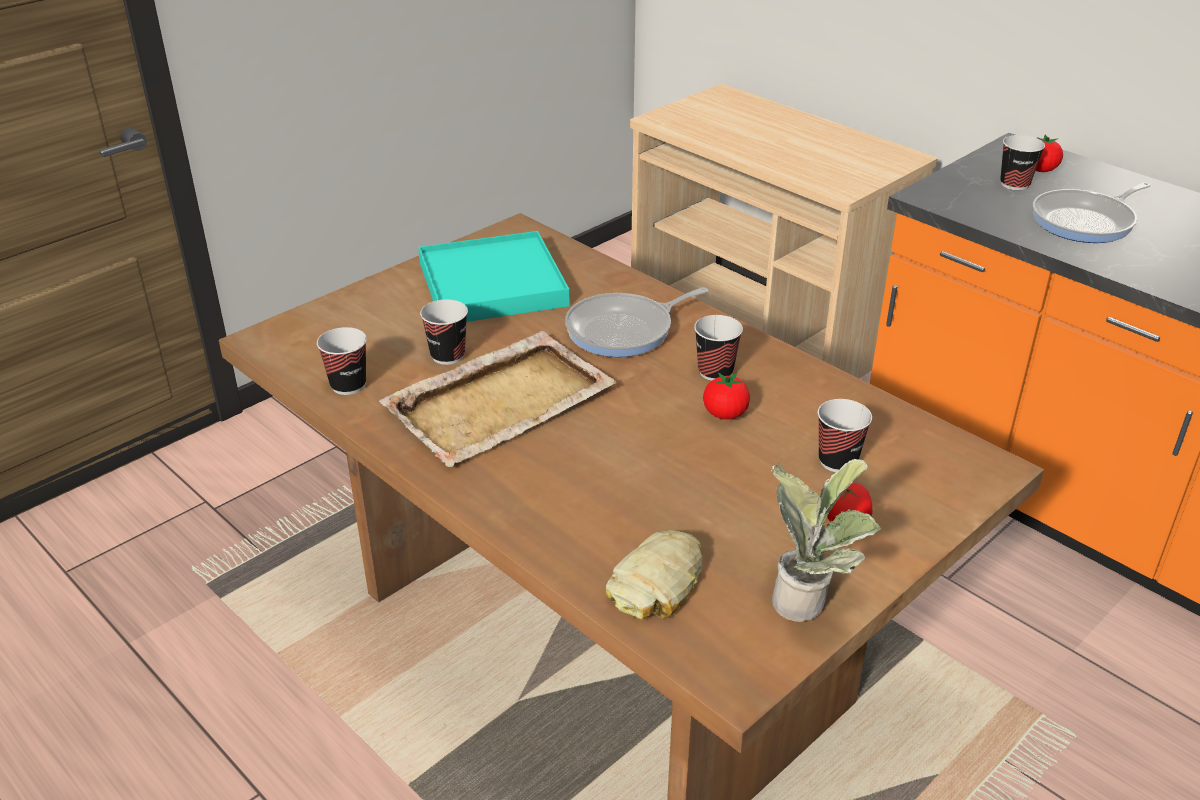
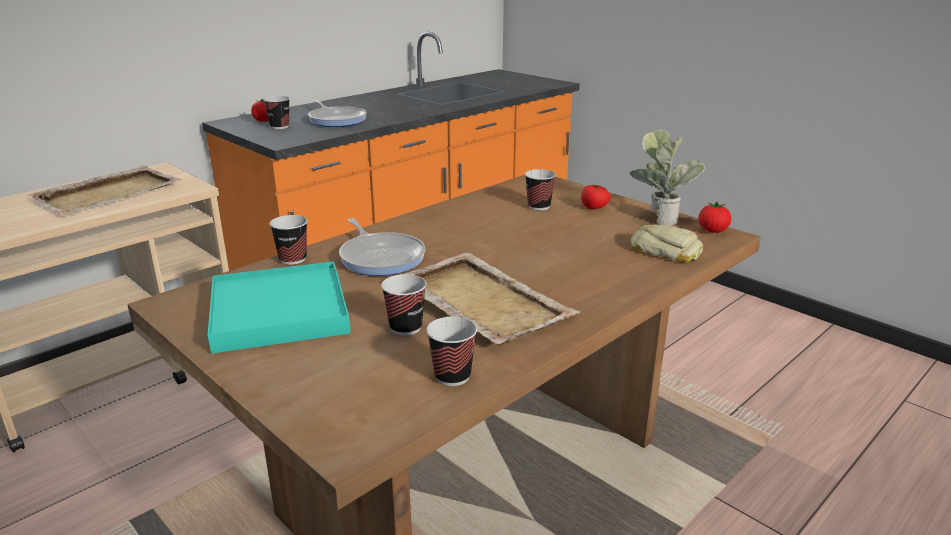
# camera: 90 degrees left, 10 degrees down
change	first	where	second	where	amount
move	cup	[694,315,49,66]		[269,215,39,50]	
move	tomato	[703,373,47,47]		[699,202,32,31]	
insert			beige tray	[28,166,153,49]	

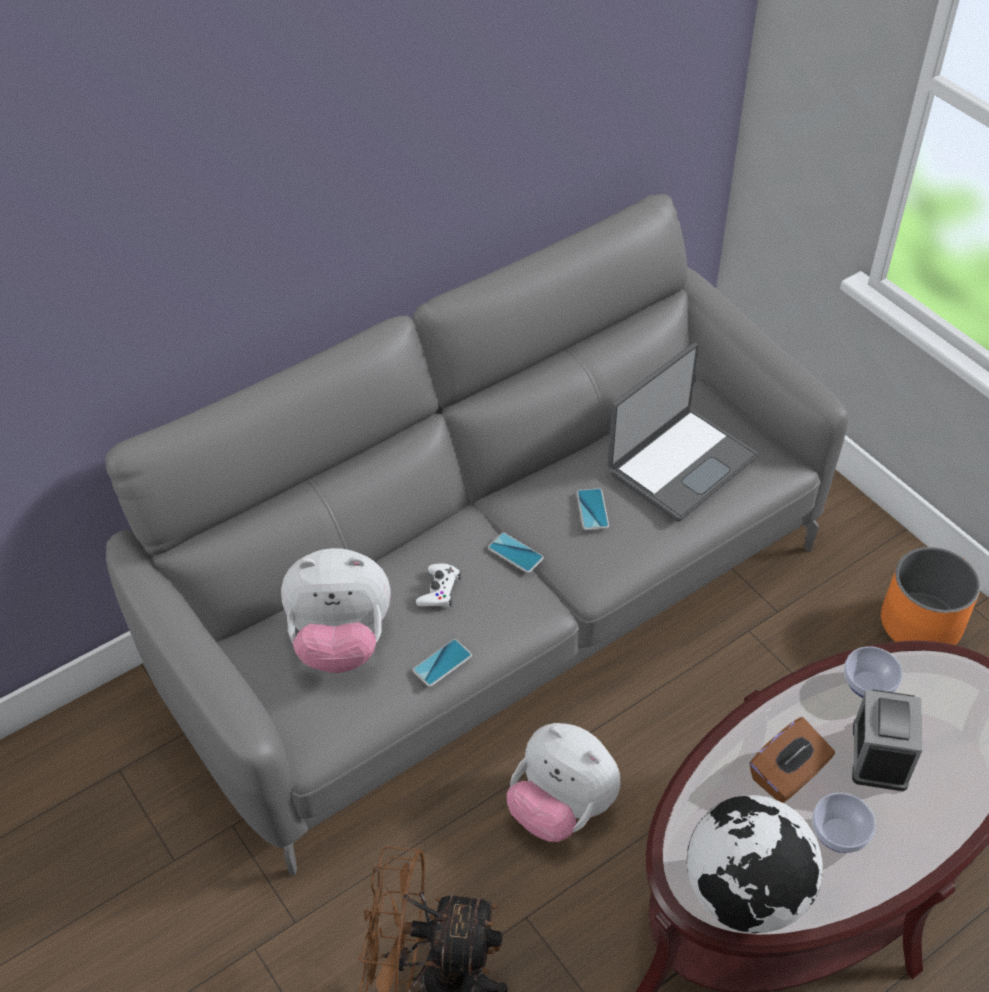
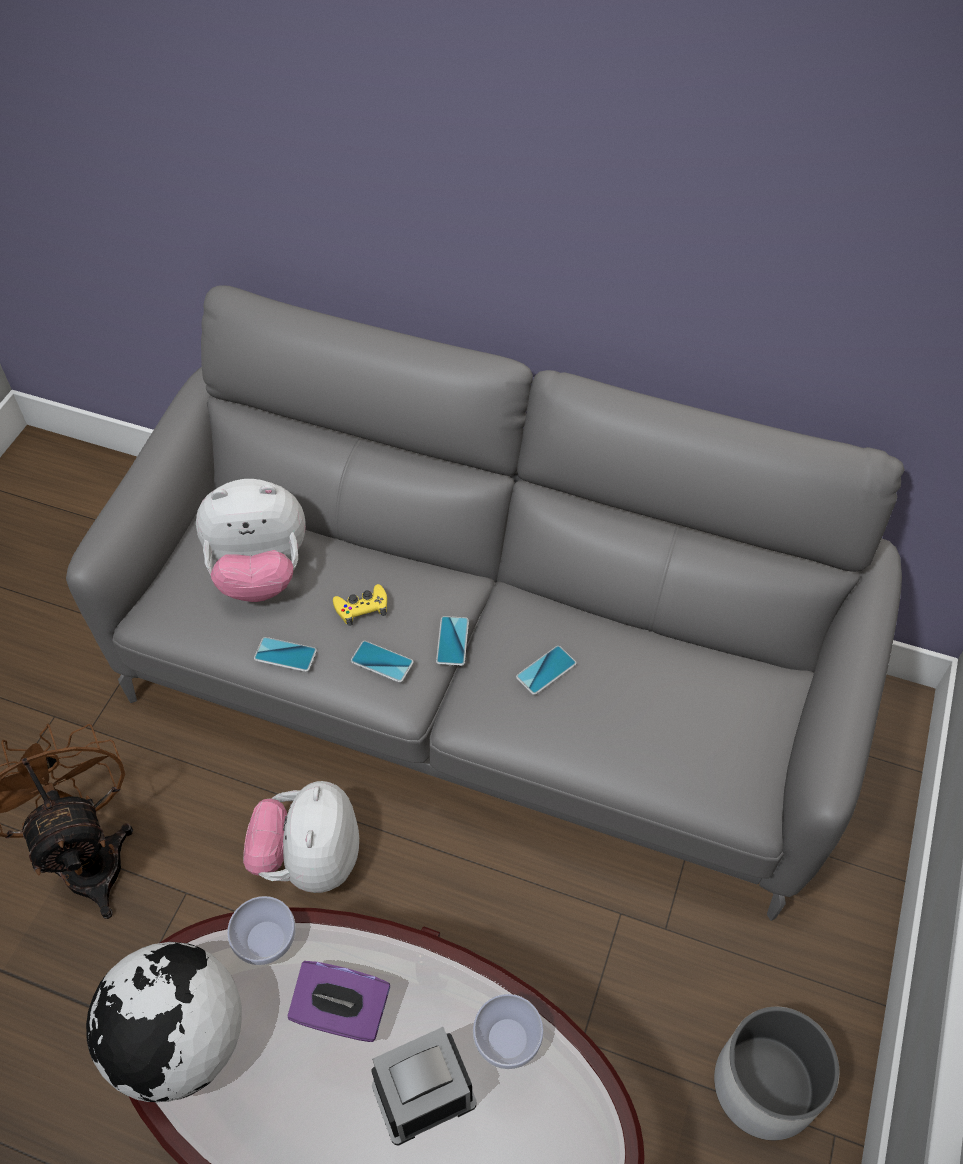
# camera: 55 degrees right, 5 degrees up
change	first	where	second	where	amount
rotate	plush toy	[281,548,110,125]		[196,479,110,123]	60 degrees counterclockwise
recolor	white game controller	[416,564,45,43]	yellow game controller	[333,584,54,42]	
delete	laptop	[608,343,150,179]			
recolor	brown tissue box	[749,717,86,86]	purple tissue box	[287,961,103,81]	
move	bowl	[812,793,64,60]		[227,896,69,69]	
recolor	orange planter	[881,547,99,98]	white planter	[714,1007,125,133]	
insert			phone	[351,641,63,42]	

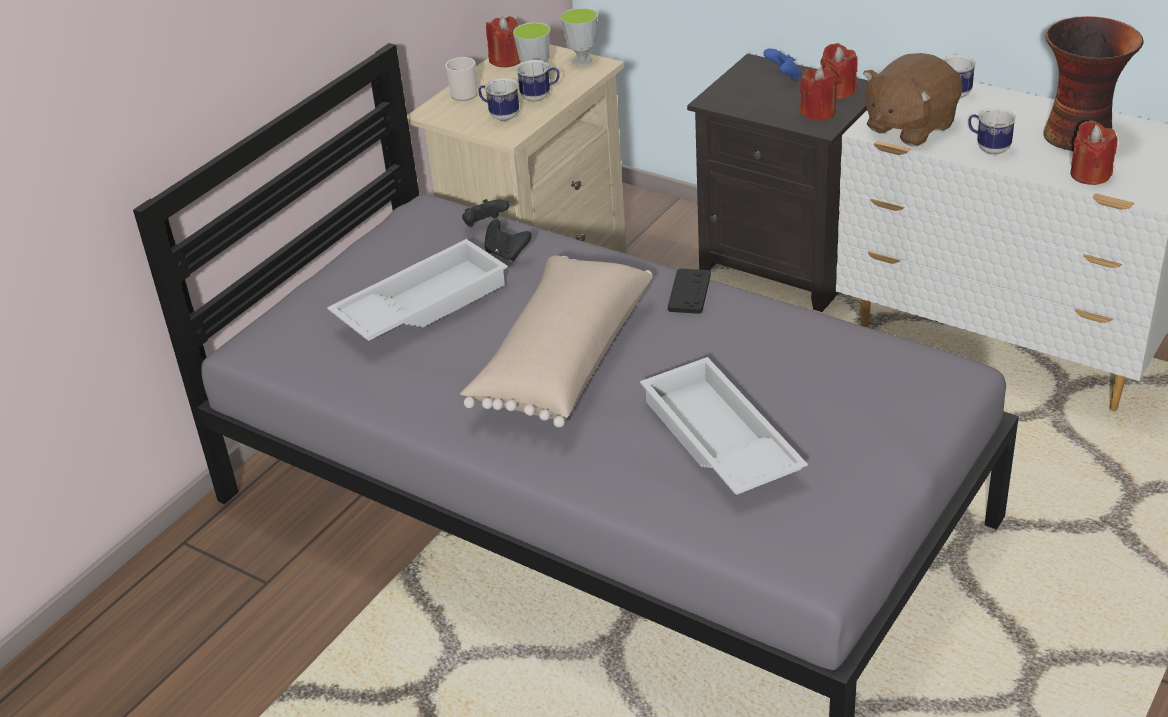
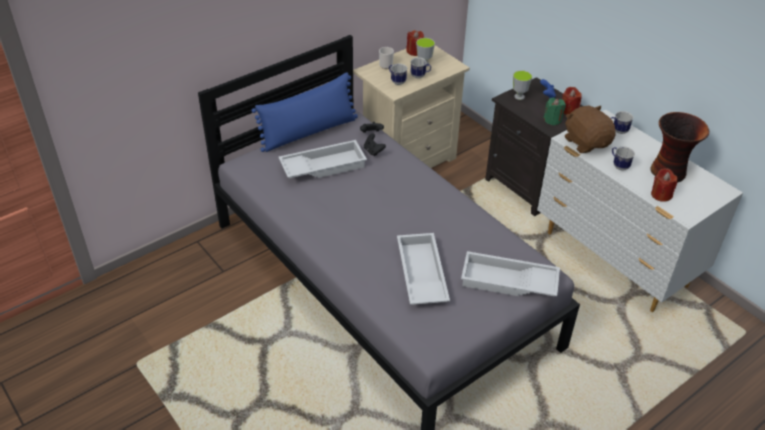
# camera: 15 degrees right, 5 degrees up
change	first	where	second	where	amount
delete	beige pillow	[460,256,193,171]			
move	cup	[561,8,37,57]		[513,70,19,30]	
delete	black game controller	[668,269,43,45]			
recolor	red candle	[800,67,38,54]	green candle	[544,98,22,27]	
rotate	brown plush toy	[863,53,100,93]		[565,106,51,47]	90 degrees clockwise
insert			blue pillow	[251,73,107,79]	
insert			white tray	[461,251,99,45]	

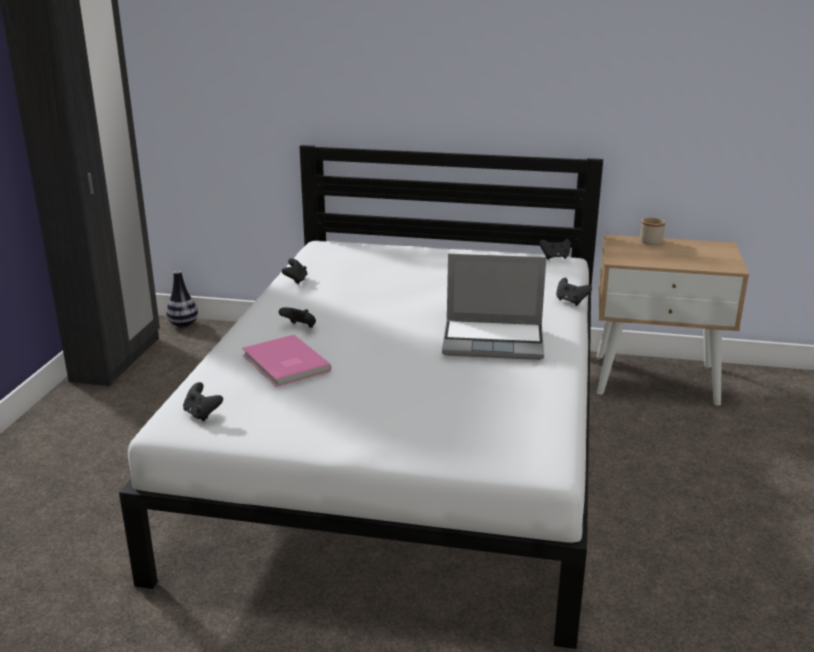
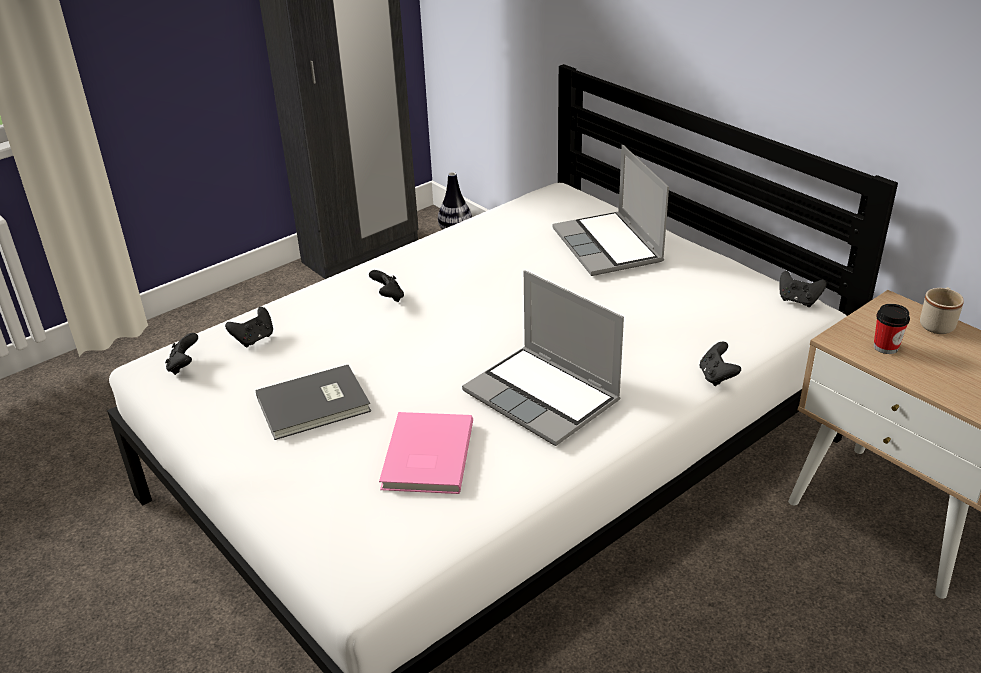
# camera: 40 degrees right, 10 degrees up
change	first	where	second	where	amount
move	pink book	[242,335,89,52]		[379,412,94,82]	
move	black game controller	[282,258,25,26]		[225,307,48,41]	
insert			grey book	[256,365,115,75]	
insert			laptop	[552,145,117,131]	
insert			cup	[874,304,36,50]	

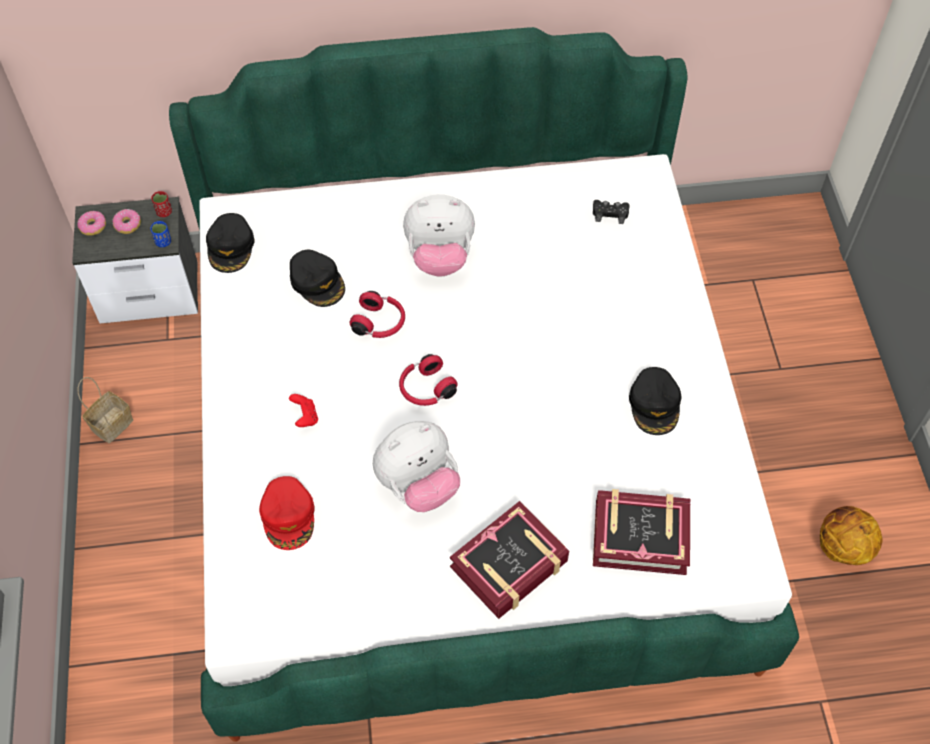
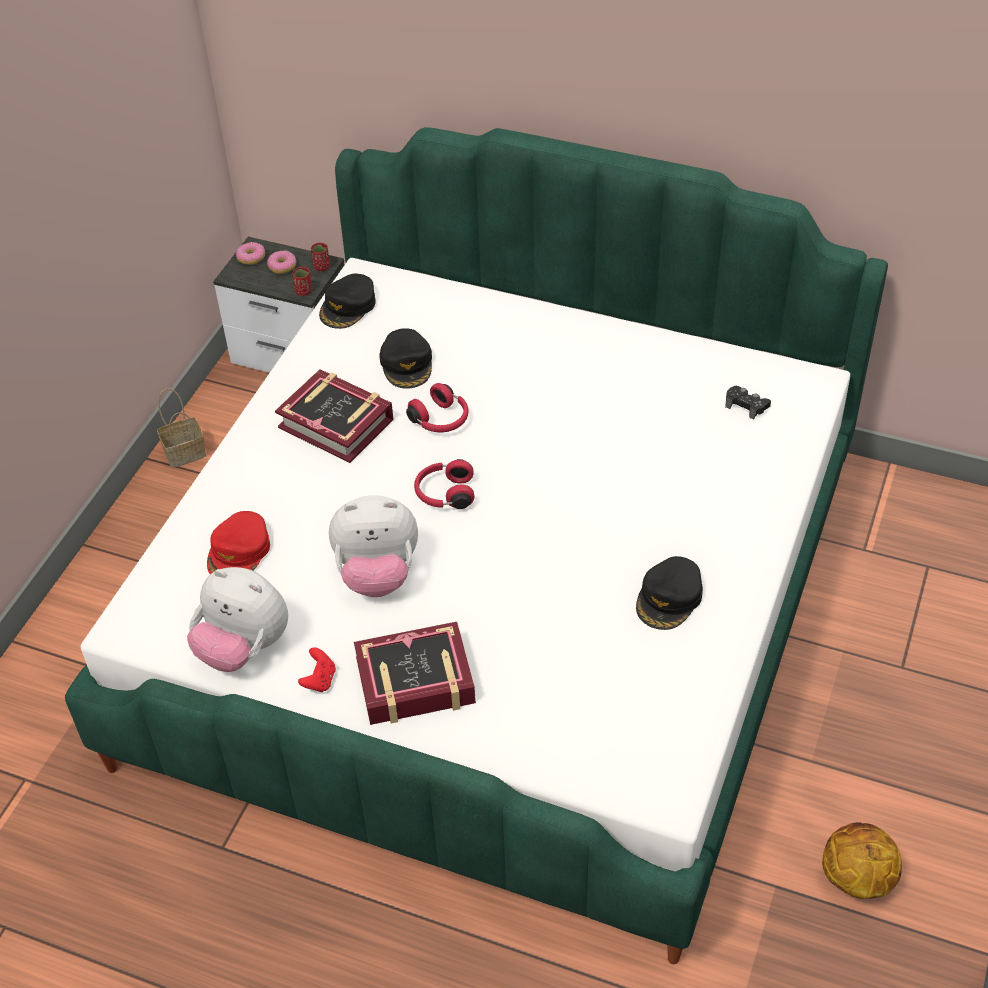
# camera: 30 degrees right, 10 degrees down
change	first	where	second	where	amount
recolor	blue cup	[150,221,21,26]	red cup	[292,267,20,29]	
move	red game controller	[289,394,29,33]		[298,647,38,45]	
move	plush toy	[403,194,72,83]		[187,567,101,105]	
move	book	[593,489,97,86]		[275,369,119,94]	

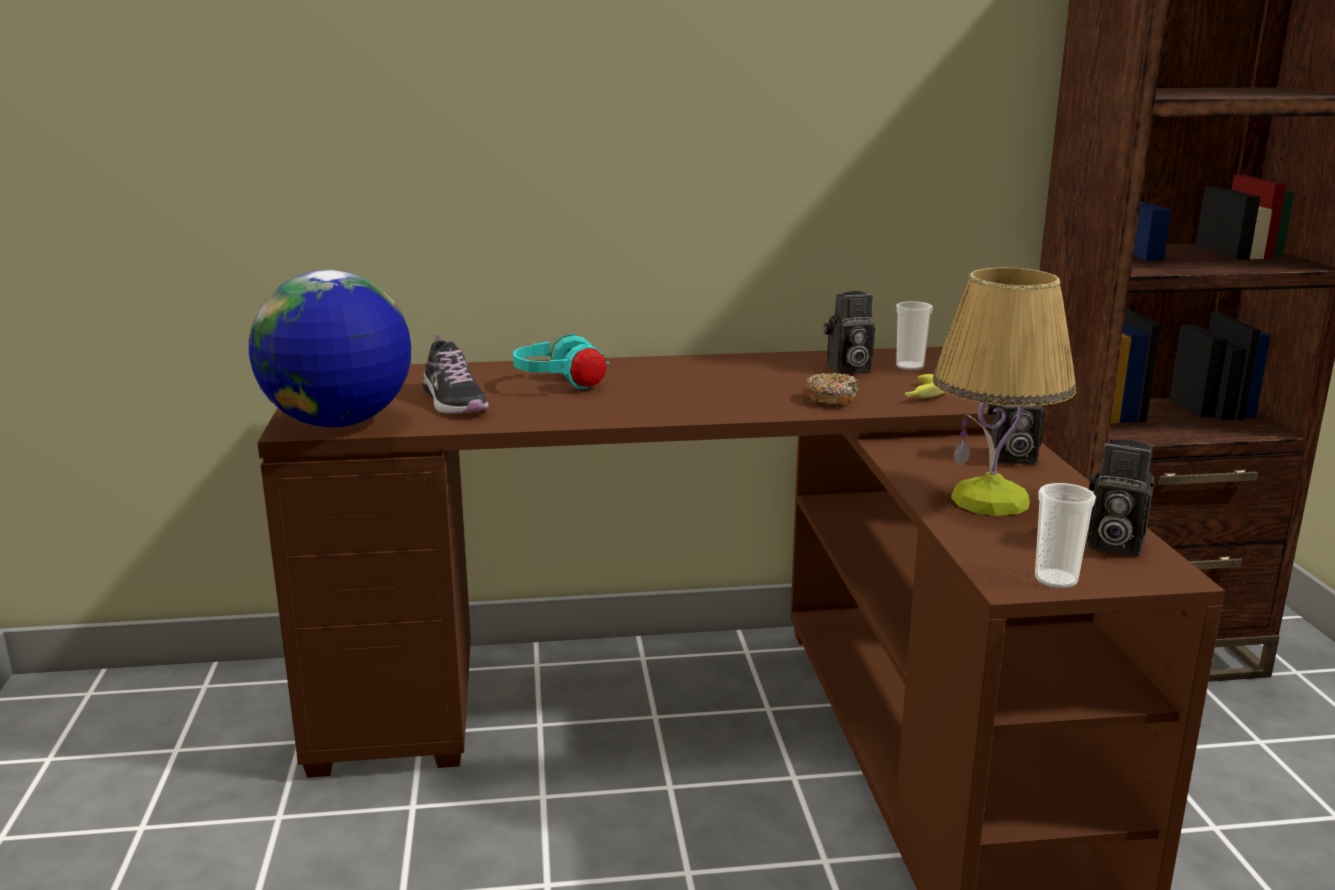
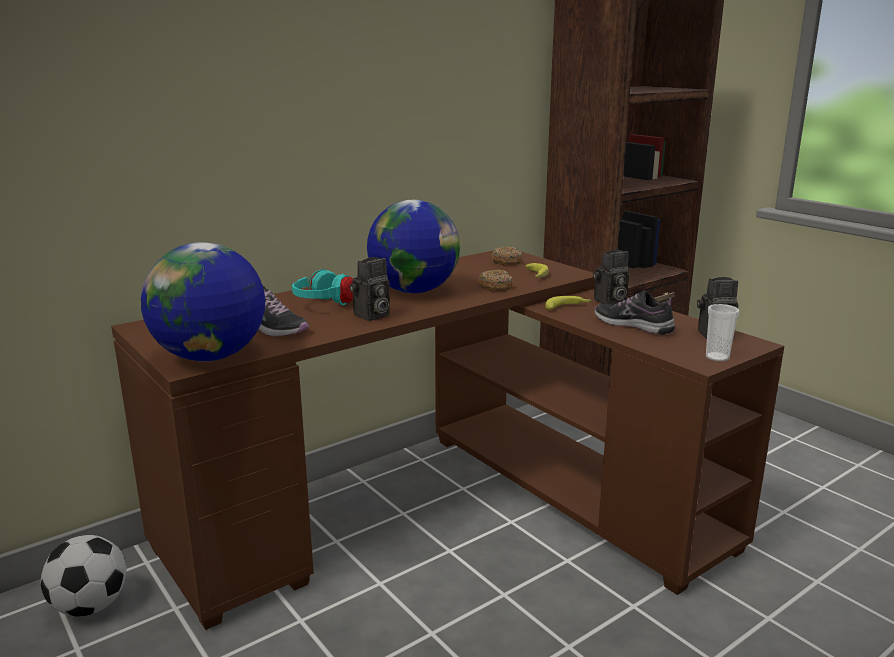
# camera: 30 degrees left, 0 degrees up
change	first	where	second	where	amount
move	photo camera	[824,291,51,83]		[350,257,40,64]	
replace	cup	[896,301,37,69]	donut	[491,246,31,19]	
replace	table lamp	[932,267,144,249]	shoe	[594,290,81,45]	
insert			football	[41,535,86,82]	
insert			globe	[367,200,93,93]	
insert			banana	[545,296,47,14]	

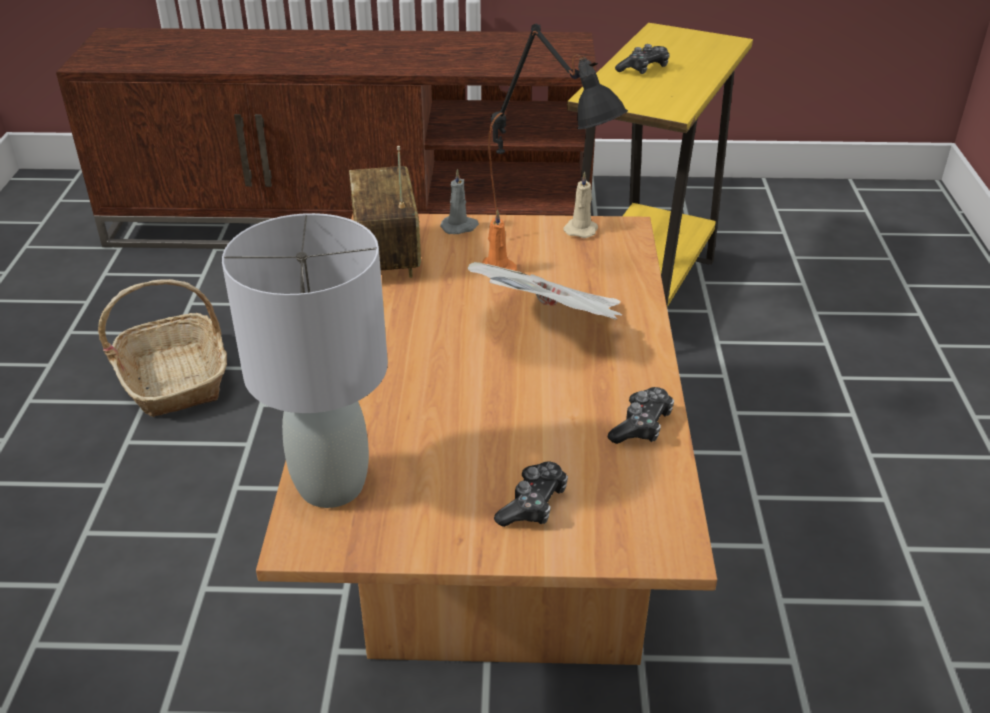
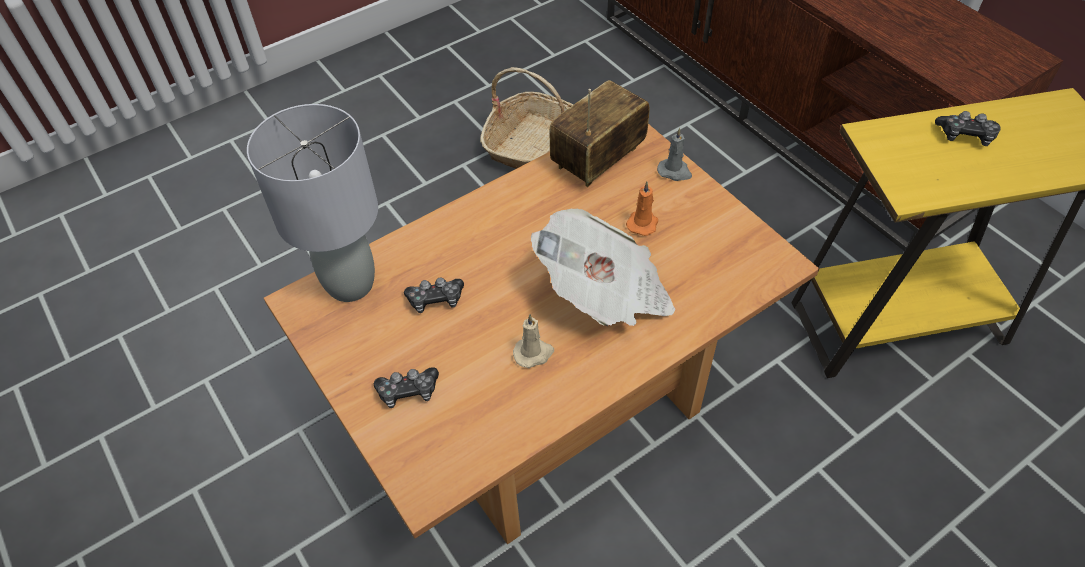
# camera: 55 degrees right, 15 degrees up
change	first	where	second	where	amount
delete	black table lamp	[488,23,140,189]			
move	beige candle	[563,172,35,66]		[513,314,41,54]	
move	game controller	[608,387,66,57]		[404,277,60,36]	

